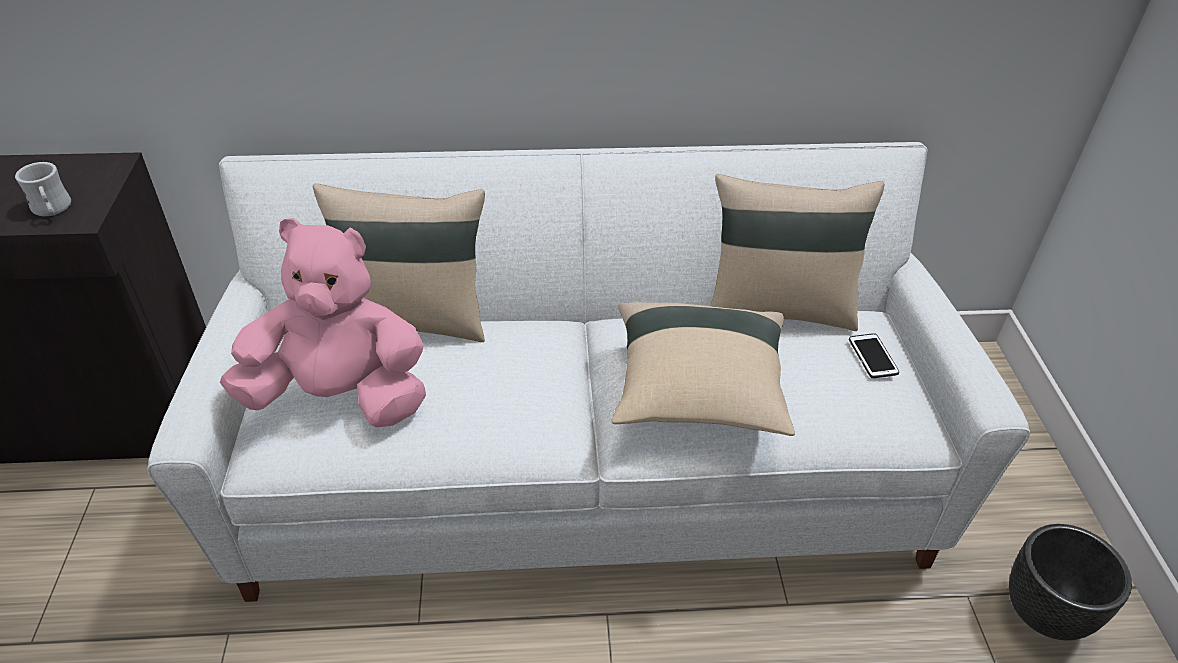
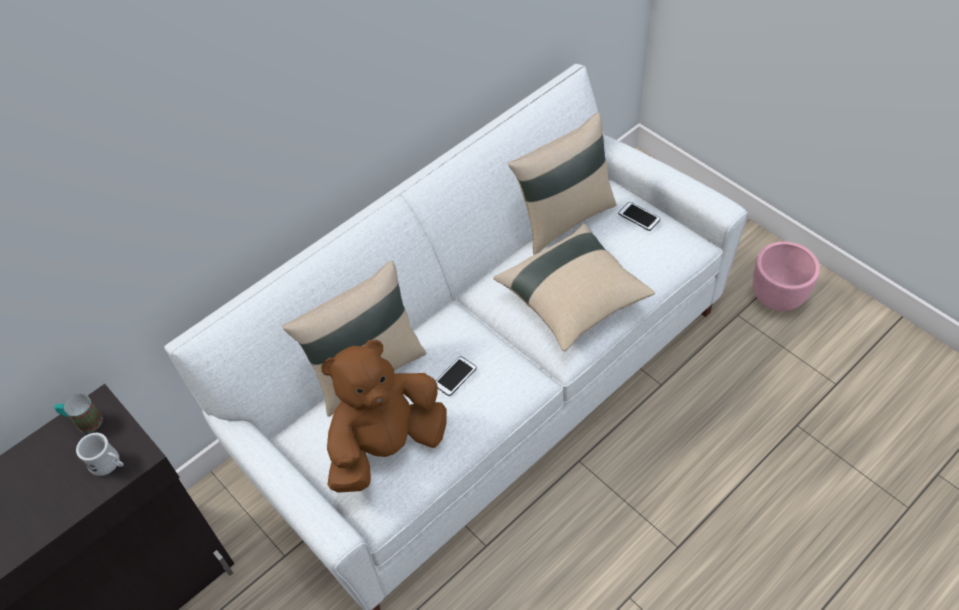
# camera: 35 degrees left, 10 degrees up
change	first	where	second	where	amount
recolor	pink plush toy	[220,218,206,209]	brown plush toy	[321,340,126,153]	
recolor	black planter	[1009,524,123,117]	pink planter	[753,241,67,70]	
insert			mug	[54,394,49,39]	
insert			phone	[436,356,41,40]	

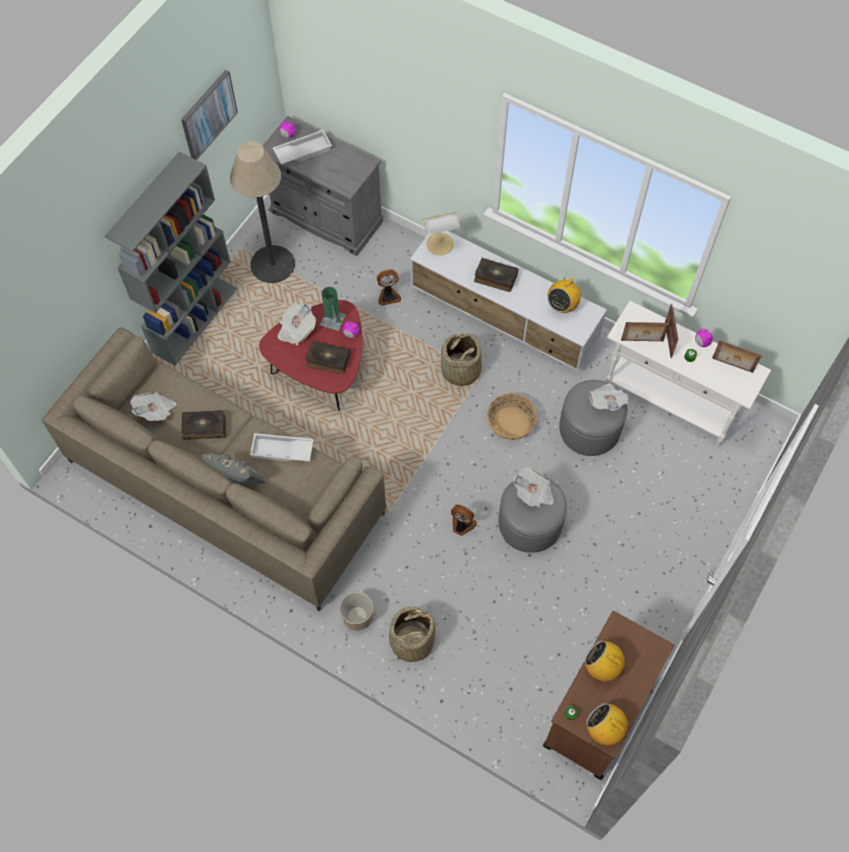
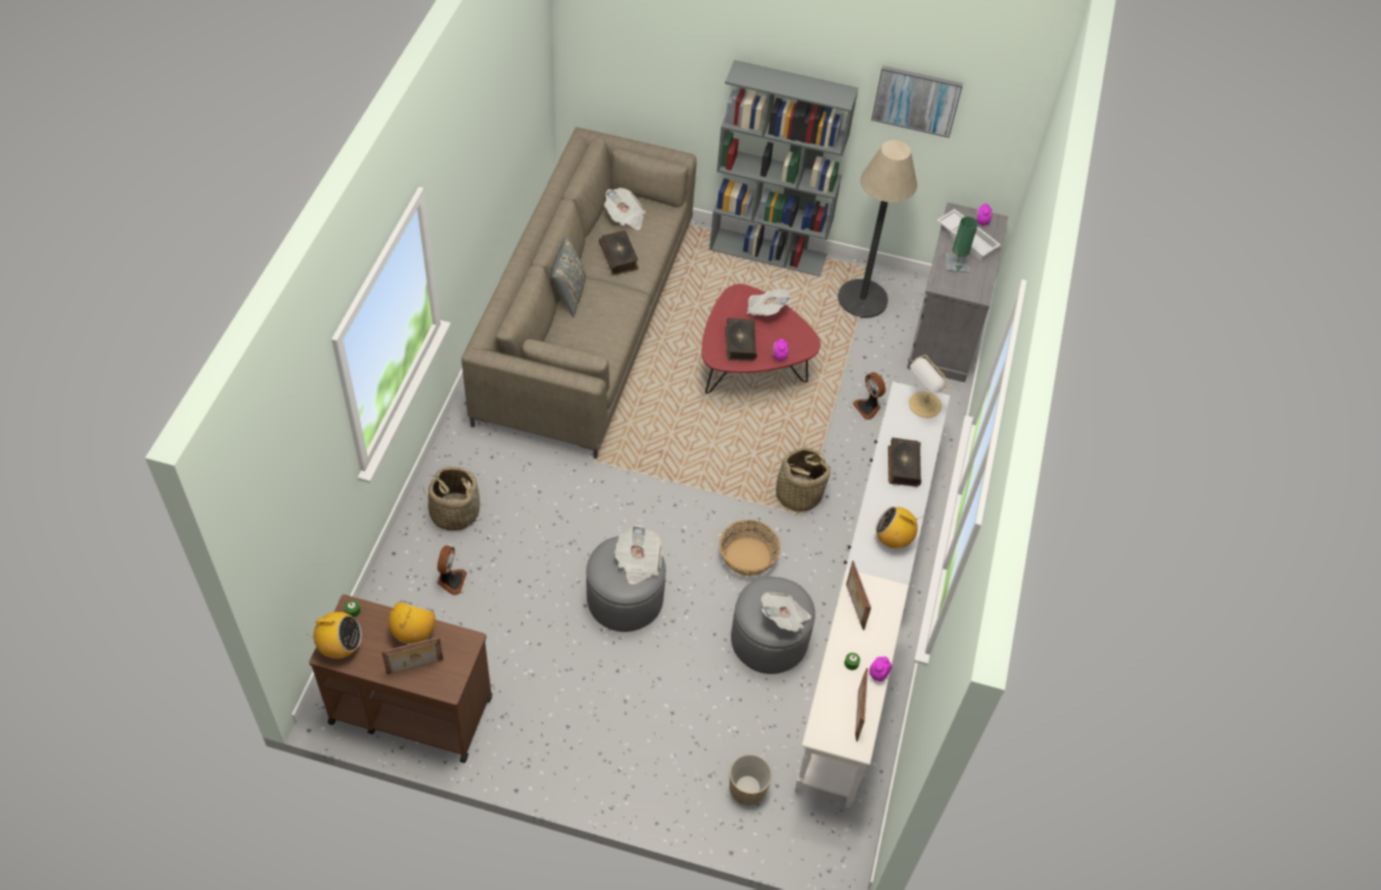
# camera: 70 degrees right, 10 degrees down
change	first	where	second	where	amount
delete	white tray	[250,433,63,28]			
move	green table lamp	[320,287,26,44]		[945,217,33,56]	
move	planter	[339,592,34,38]		[729,754,43,51]	
move	fan	[451,504,26,32]		[437,545,30,50]	
rotate	radio	[587,703,47,42]		[310,612,52,47]	75 degrees clockwise
move	picture frame	[665,304,13,54]		[382,637,61,38]	

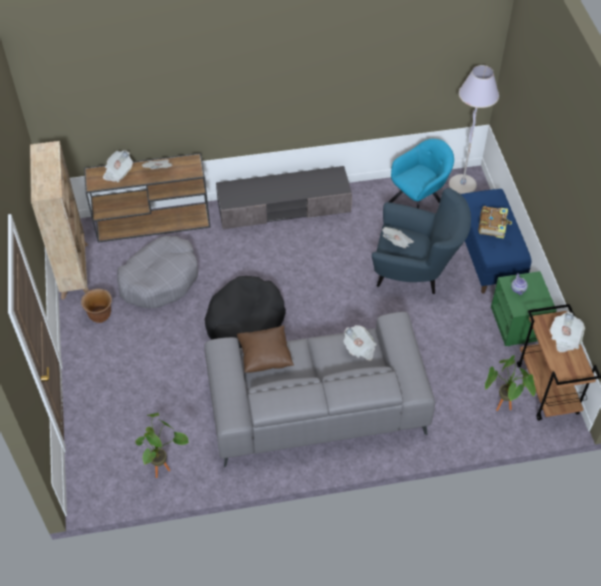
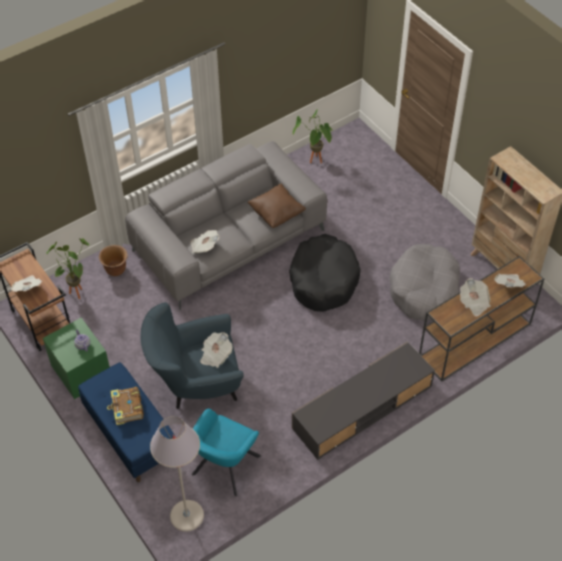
# camera: 155 degrees right, 0 degrees up
change	first	where	second	where	amount
move	brown planter	[81,289,31,34]		[99,245,29,31]	

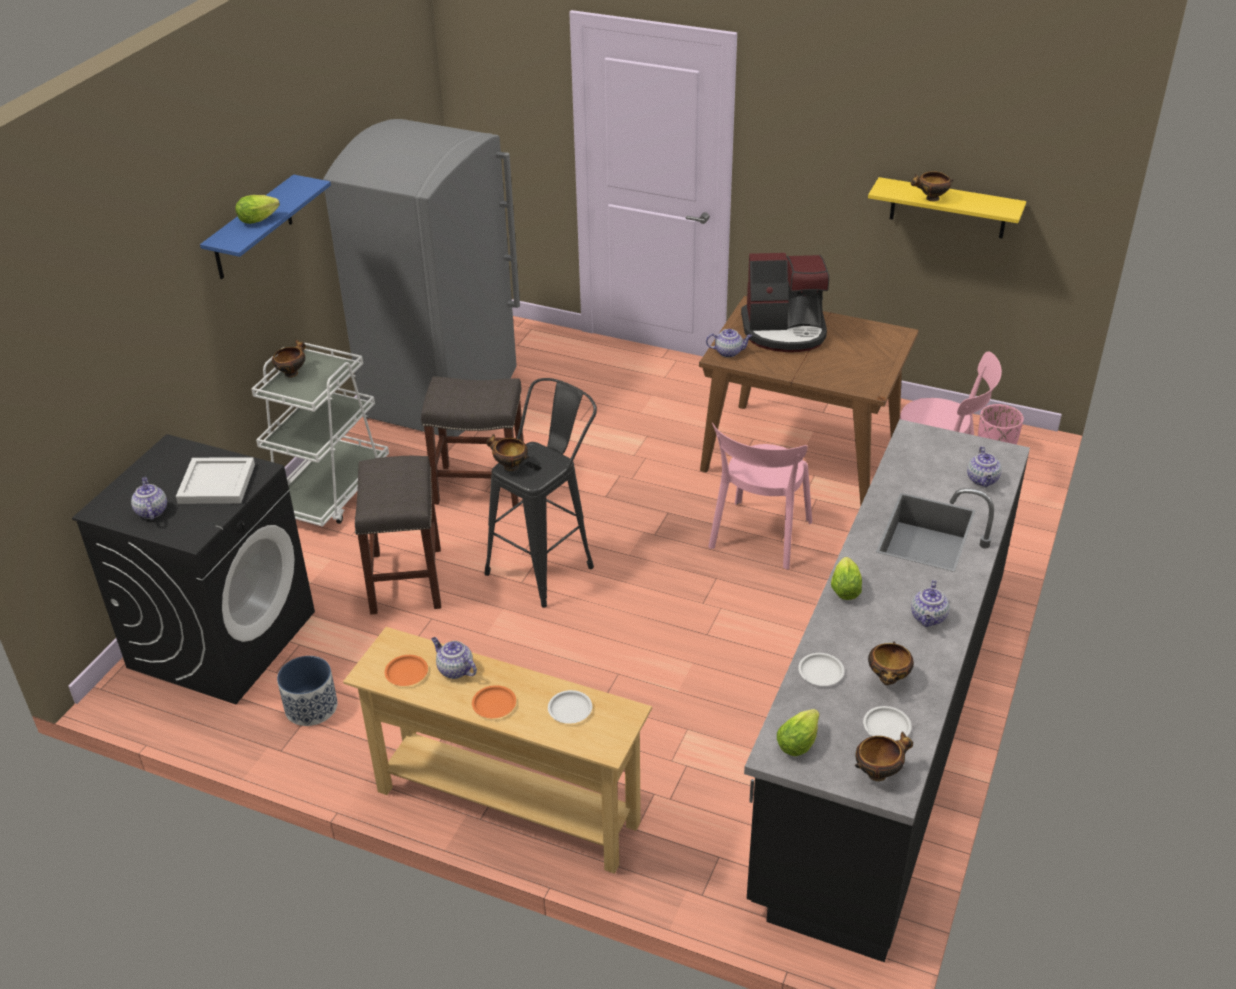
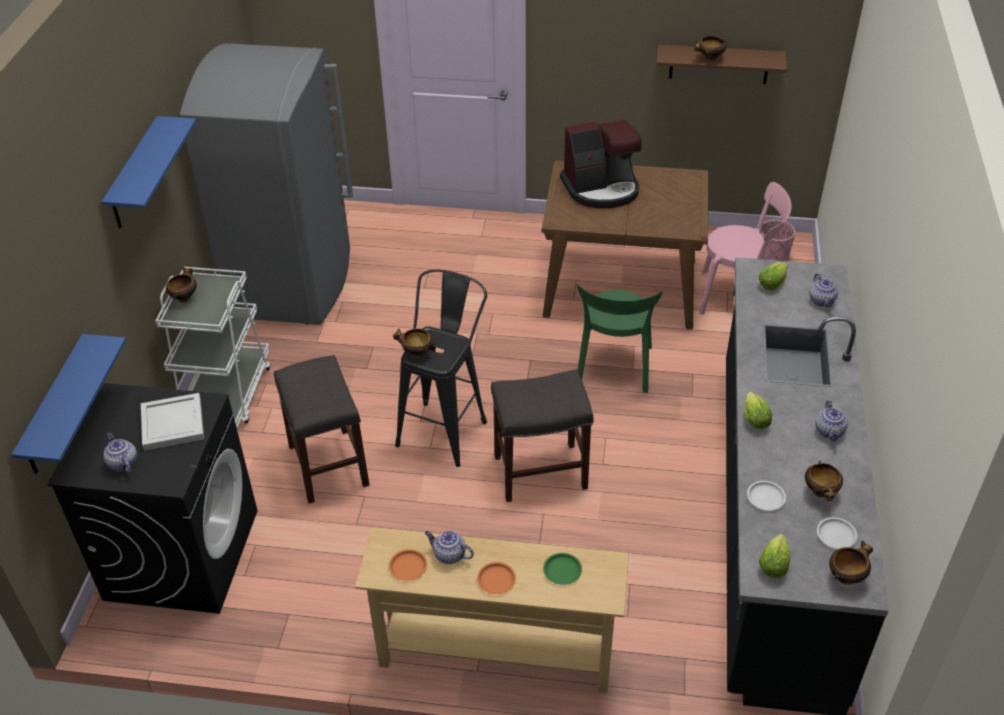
# camera: 15 degrees left, 5 degrees up
change	first	where	second	where	amount
move	lettuce	[236,195,44,29]		[759,262,29,28]	
delete	planter	[277,656,61,70]			
move	grey stool	[421,376,103,131]		[491,369,103,133]	
recolor	white plate	[548,690,44,34]	green plate	[543,553,39,32]	
delete	teapot	[706,329,46,29]			
recolor	pink chair	[708,423,104,146]	green chair	[576,284,87,109]	
recolor	yellow shelf	[868,177,158,61]	brown shelf	[656,44,131,40]	
insert			blue shelf	[11,334,115,140]	

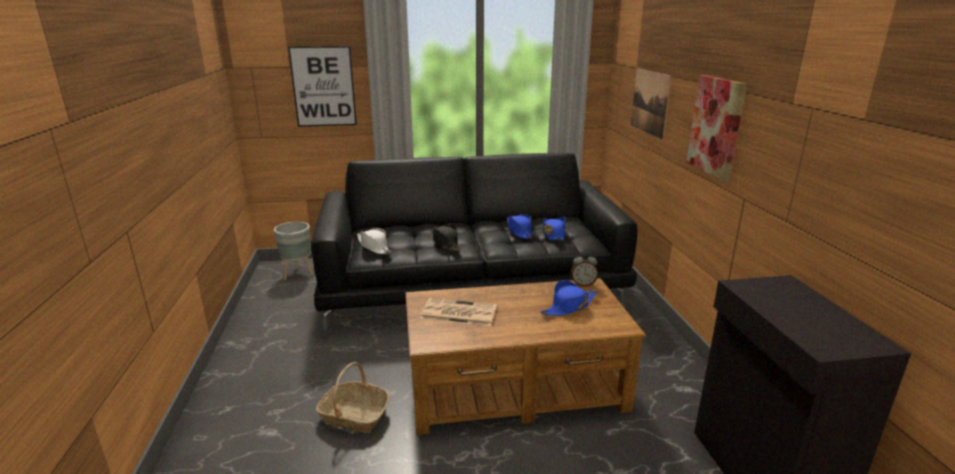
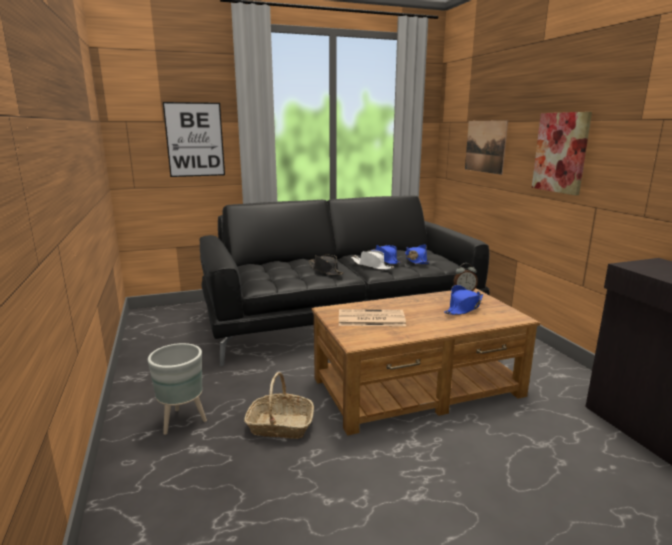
# camera: 10 degrees left, 5 degrees down
change	first	where	second	where	amount
move	grey planter	[274,222,40,58]		[148,343,59,92]	
move	white hat	[357,228,34,26]		[351,250,43,20]	

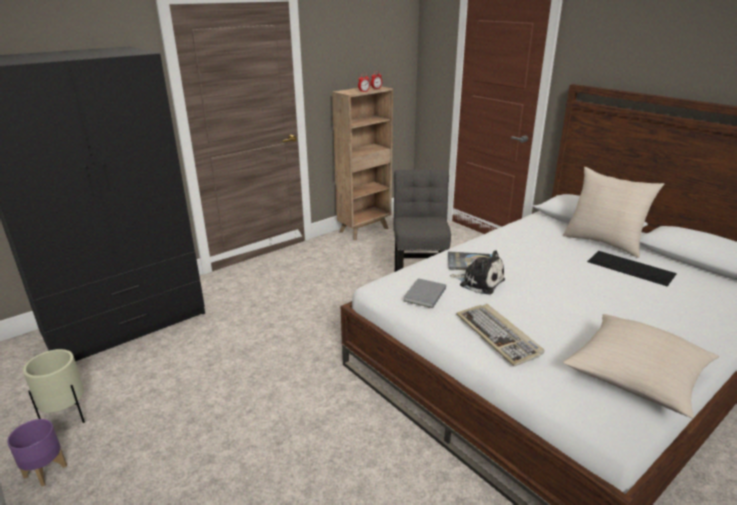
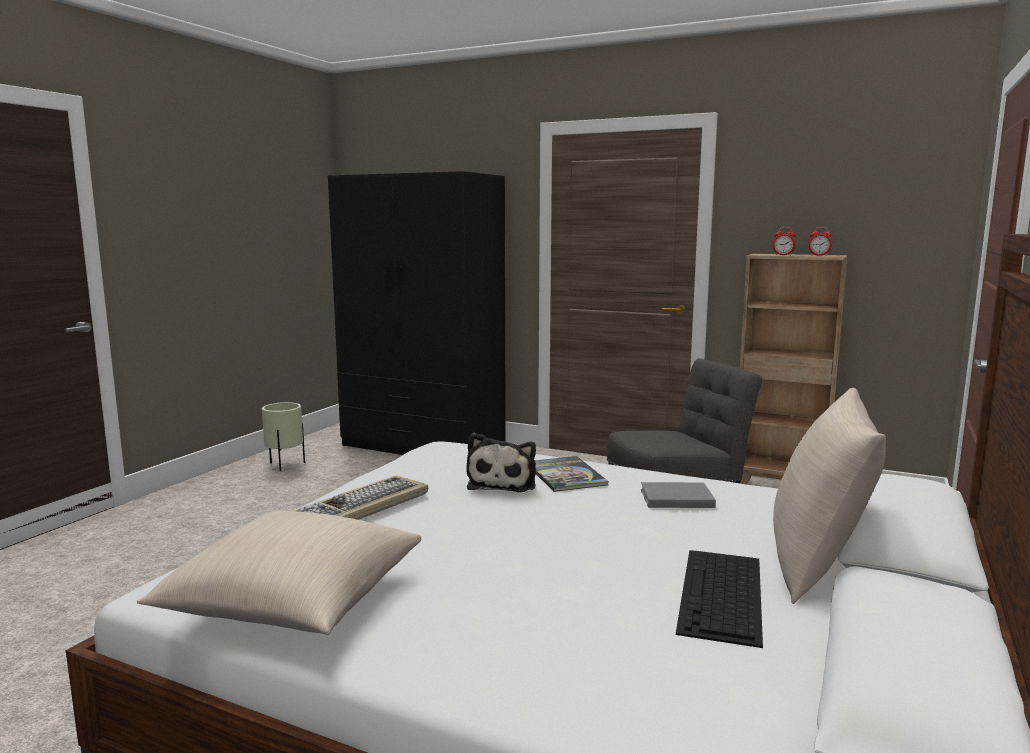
# camera: 65 degrees right, 15 degrees down
change	first	where	second	where	amount
delete	purple planter	[7,419,60,68]			
move	grey book	[404,278,42,30]		[641,482,75,26]	

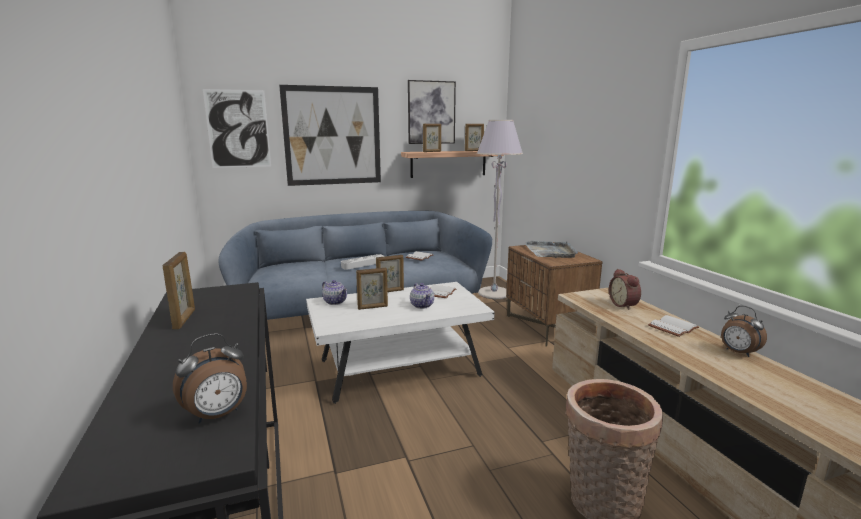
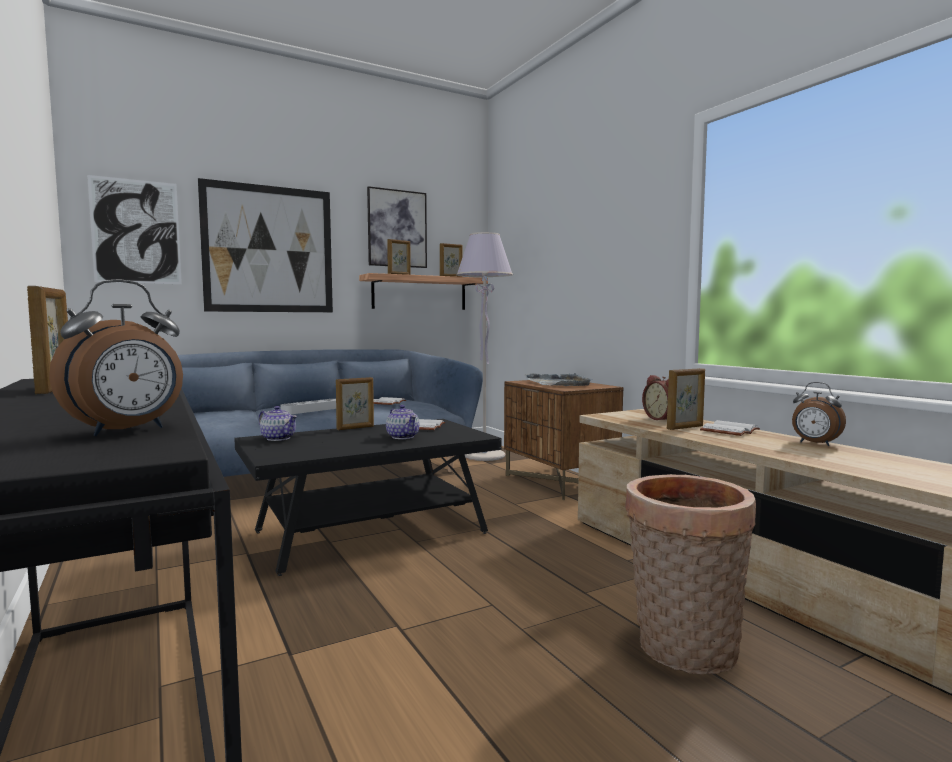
# camera: 10 degrees left, 10 degrees down
change	first	where	second	where	amount
recolor	white coffee table	[306,282,189,122]	black coffee table	[234,419,268,157]	
move	picture frame	[356,268,32,42]		[667,368,38,62]	

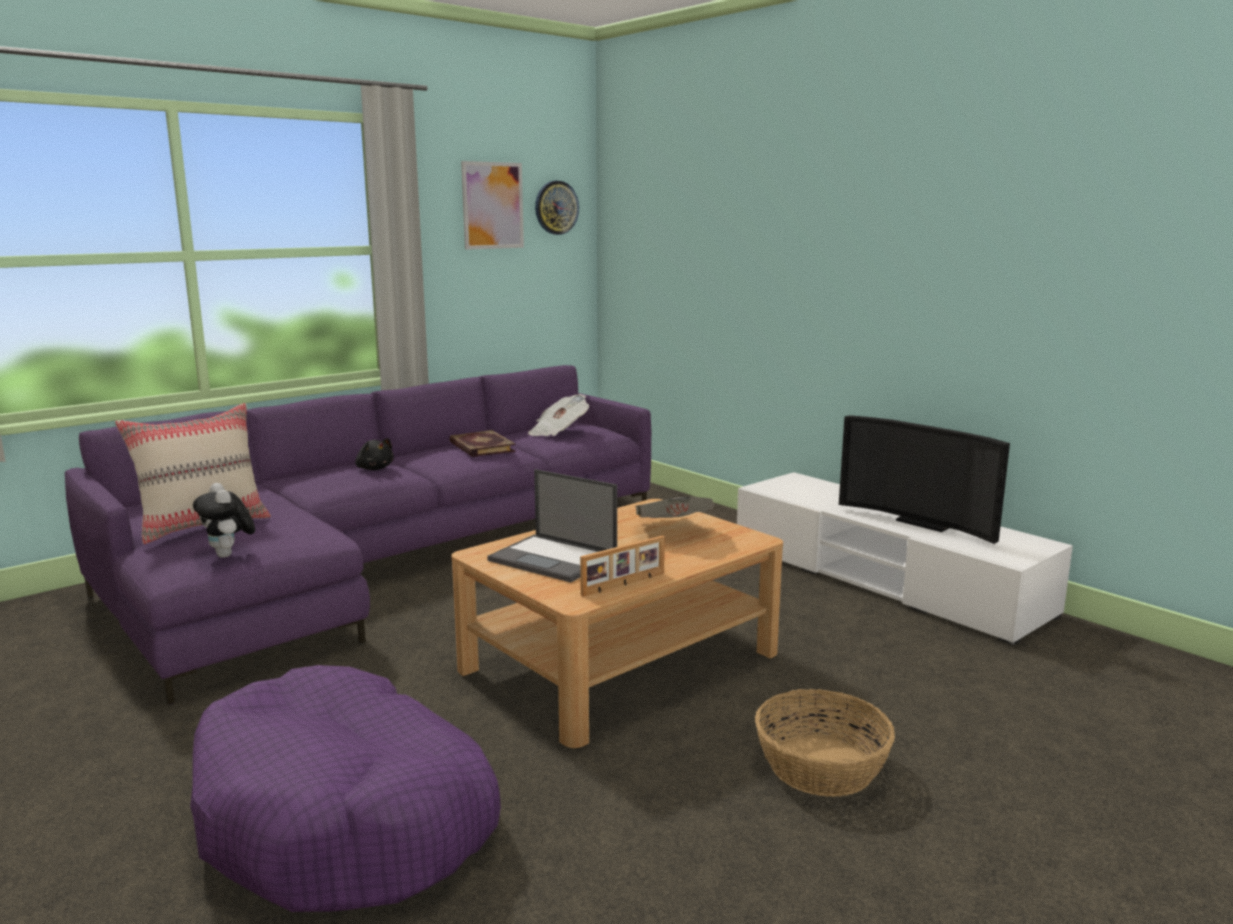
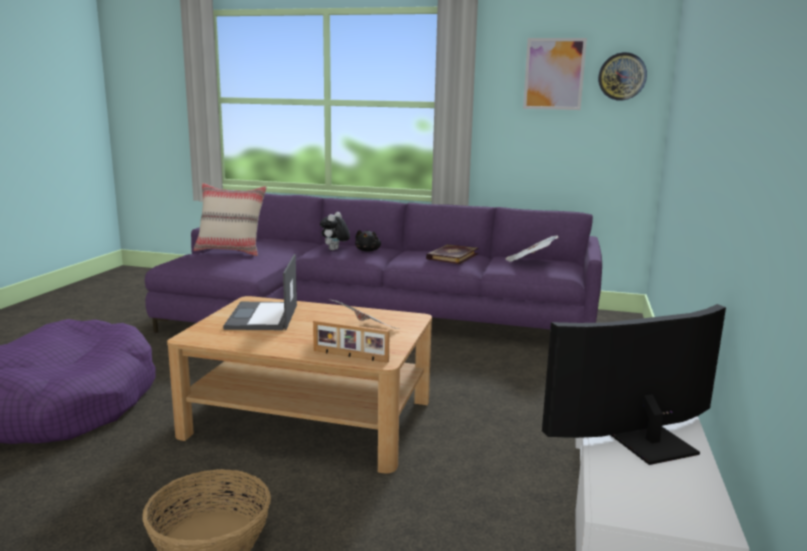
# camera: 55 degrees right, 0 degrees up
change	first	where	second	where	amount
move	plush toy	[193,483,62,75]		[320,212,30,38]	
move	picture frame	[580,536,85,61]		[313,320,77,43]	
rotate	television	[839,415,171,129]		[542,304,184,161]	60 degrees clockwise

